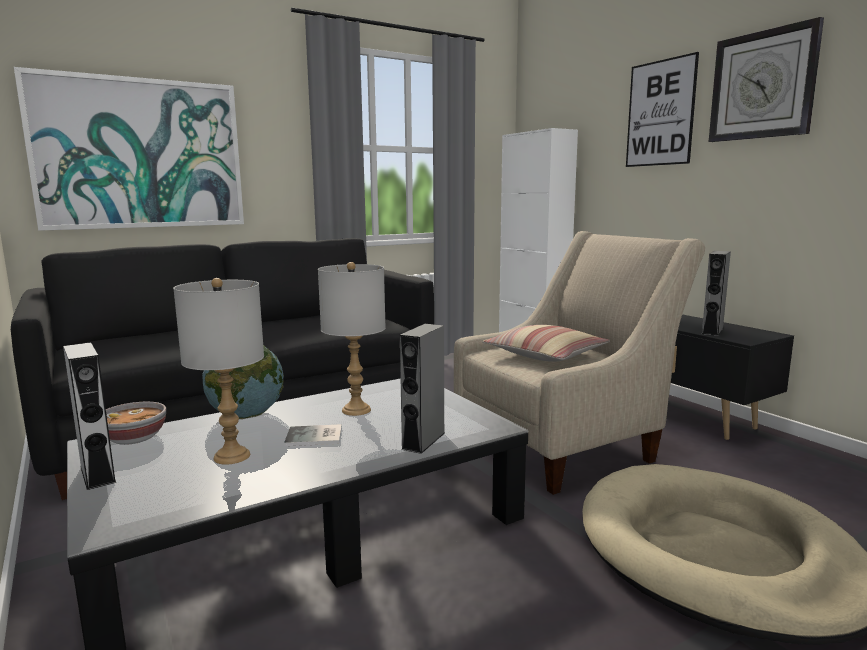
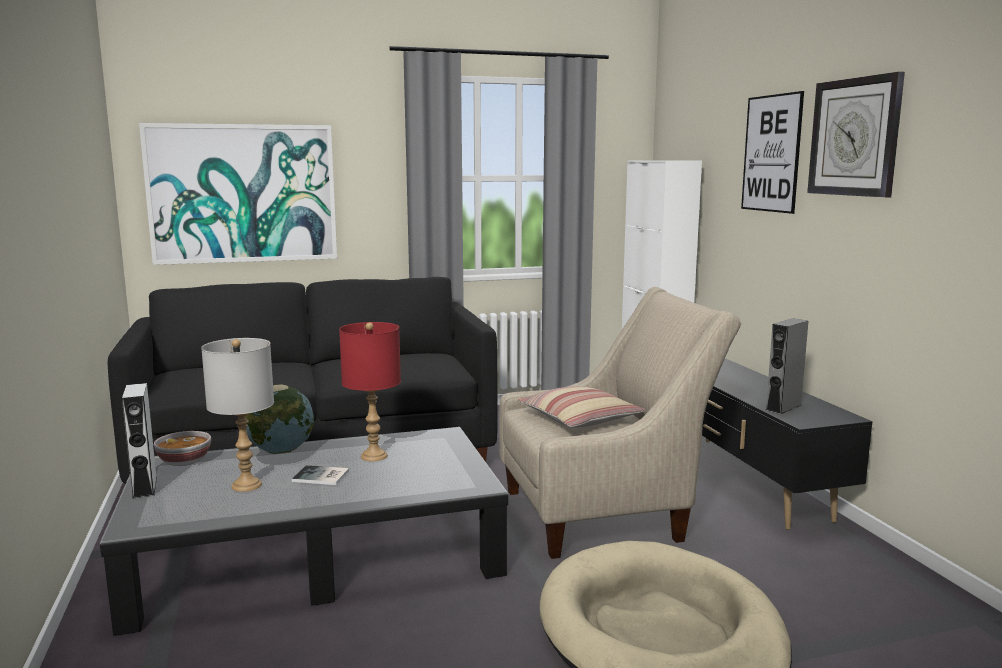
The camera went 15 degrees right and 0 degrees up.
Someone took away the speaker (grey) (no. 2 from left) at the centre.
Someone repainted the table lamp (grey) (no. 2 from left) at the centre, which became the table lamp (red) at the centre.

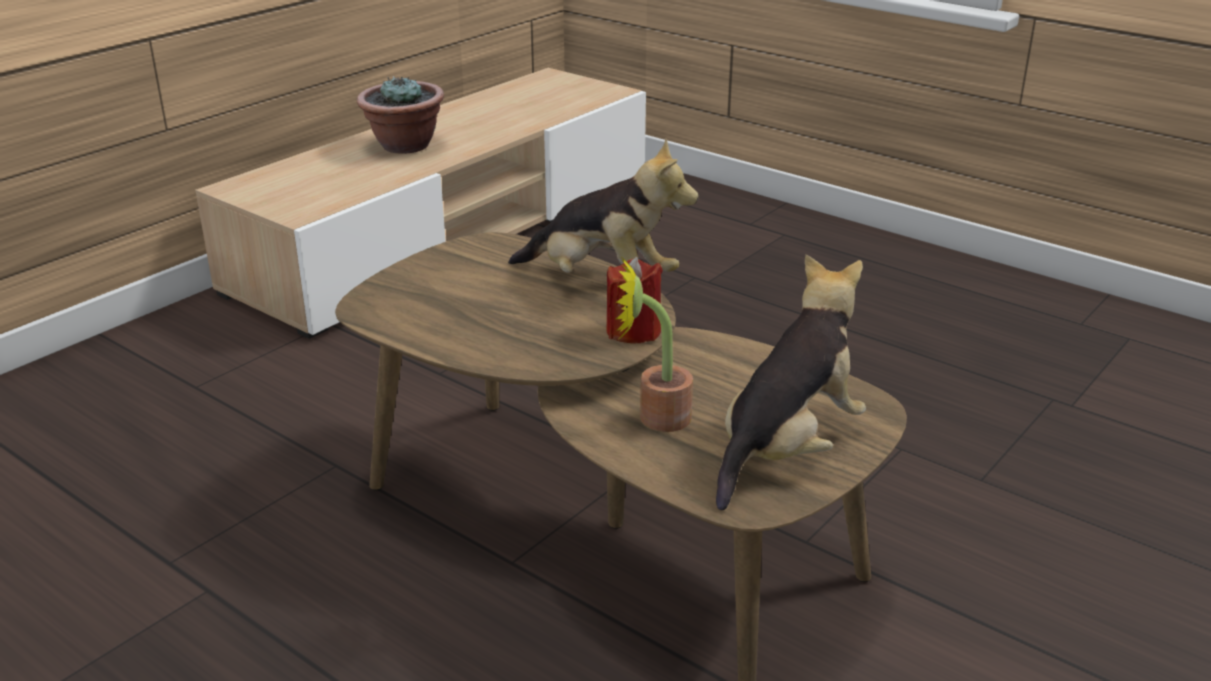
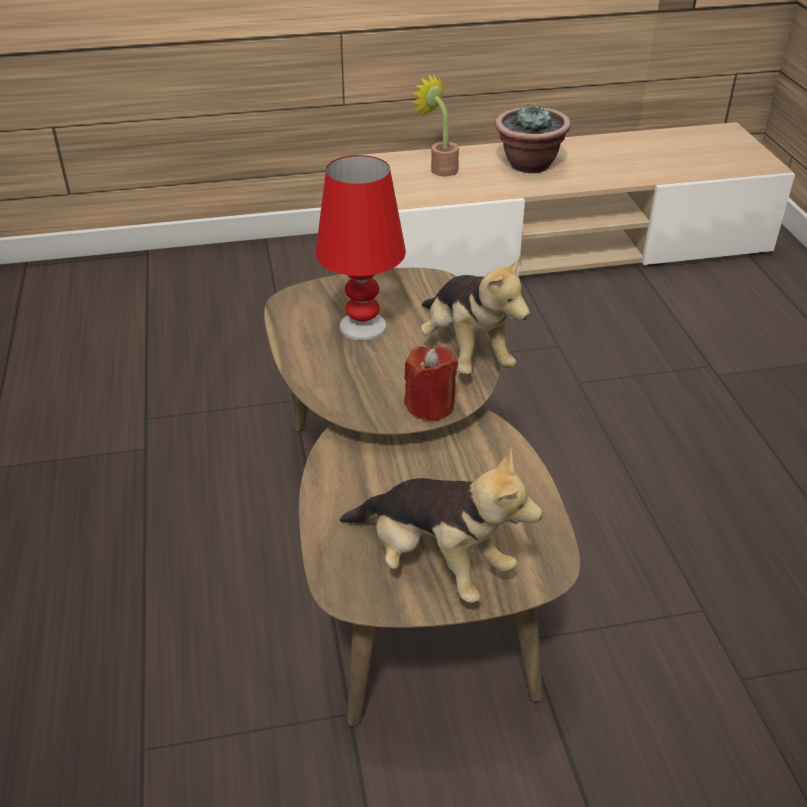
The camera went 40 degrees right and 10 degrees up.
Someone put down the table lamp (red) at the top centre.
Someone carried the potted plant (no. 2 from left in the first image) from the centre to the top centre.
Someone rotated the plush toy (no. 2 from left in the first image) at the centre by 45 degrees clockwise.

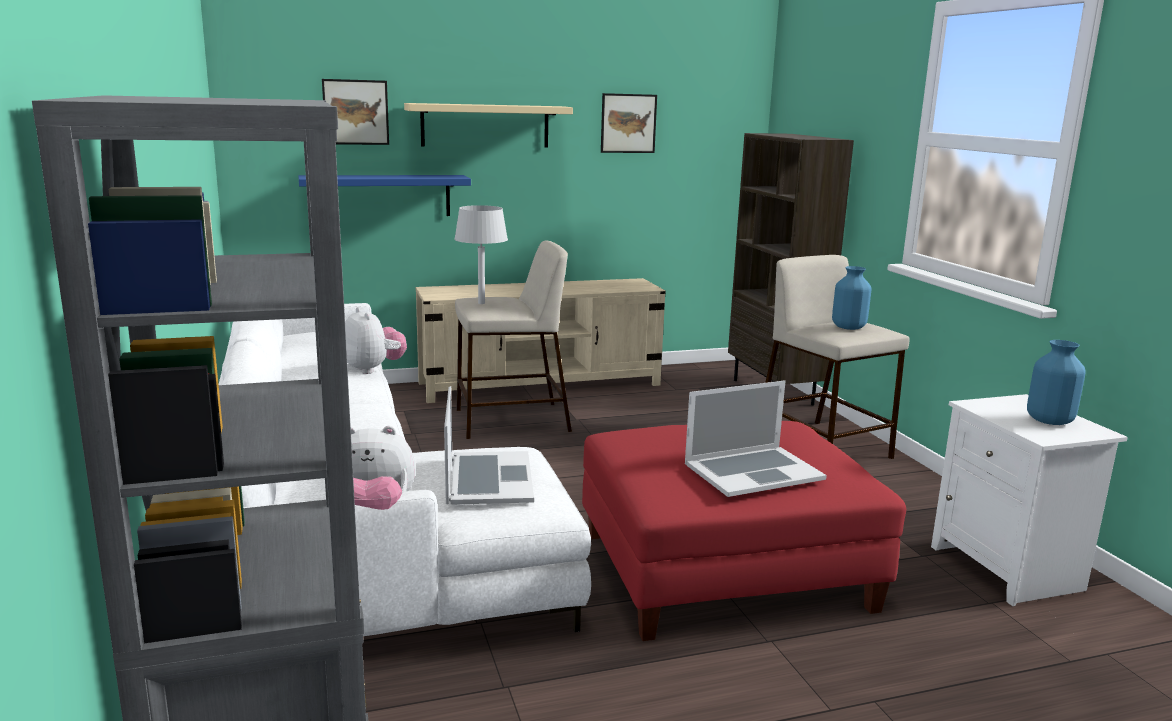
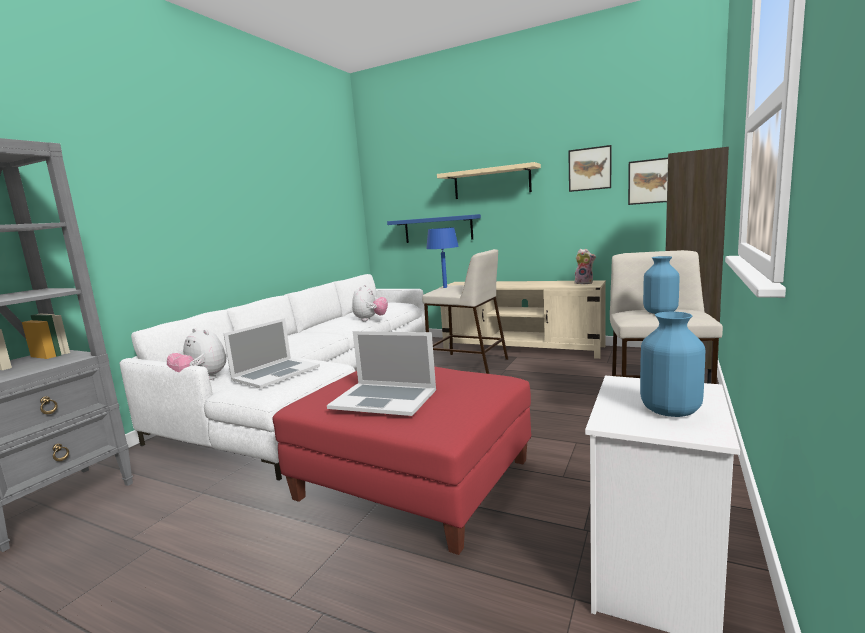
The camera went 45 degrees right and 5 degrees down.
Someone put down the plush toy (no. 3 from left) at the middle right.
Someone carried the picture (no. 1 from left in the first image) from the top left to the top right.
Someone repainted the table lamp (grey) at the centre, which became the table lamp (blue) at the centre.

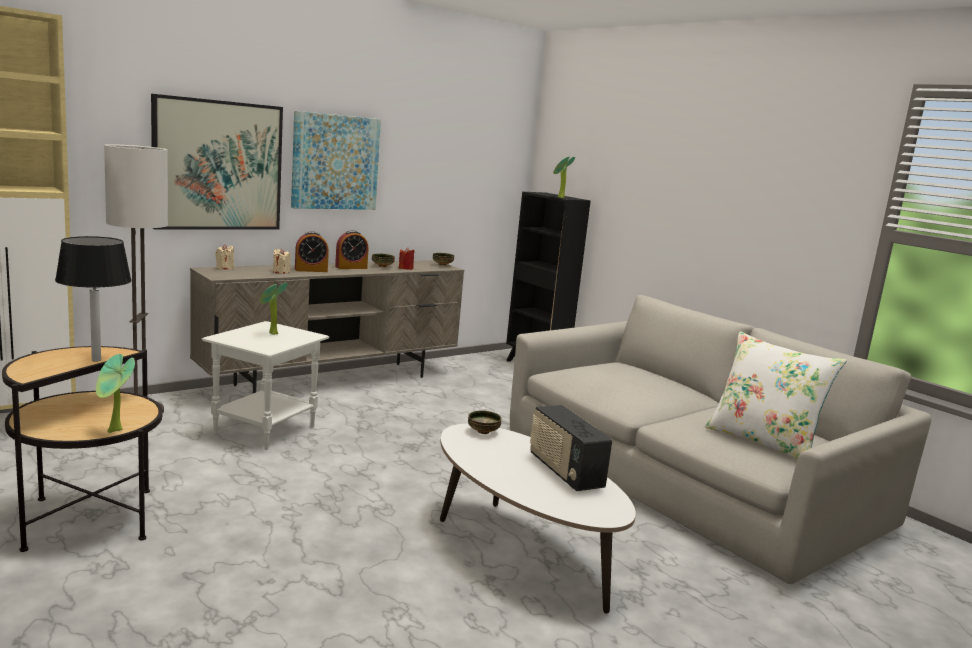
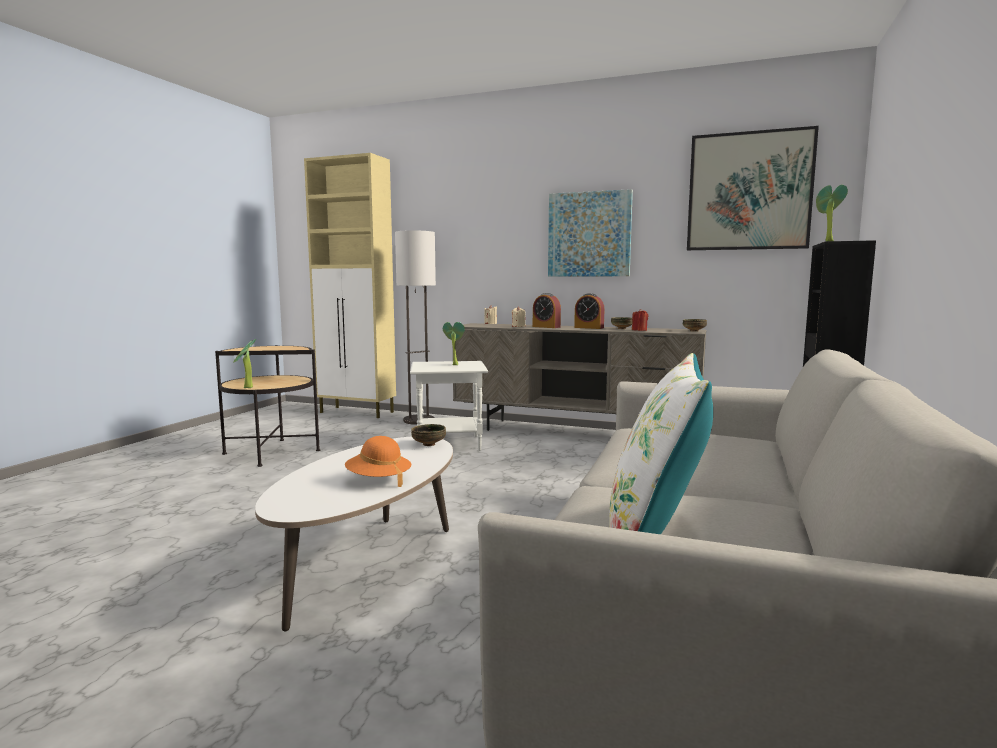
The camera went 60 degrees right and 5 degrees down.
Someone took away the table lamp (black) at the middle left.
Someone carried the picture (no. 1 from left in the first image) from the top left to the top right.
Someone swapped the radio at the bottom centre for the hat (orange) at the centre.

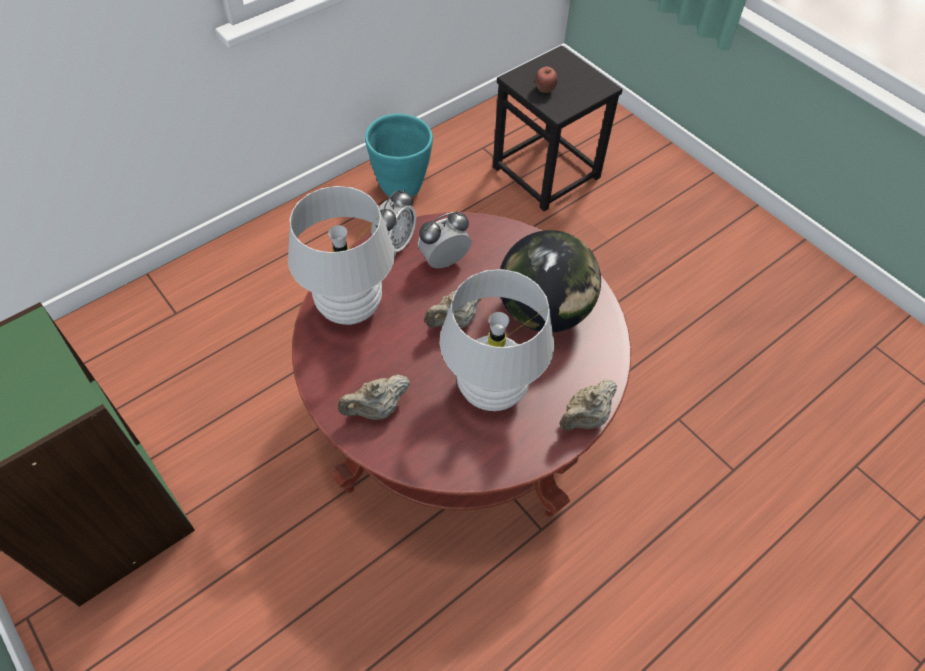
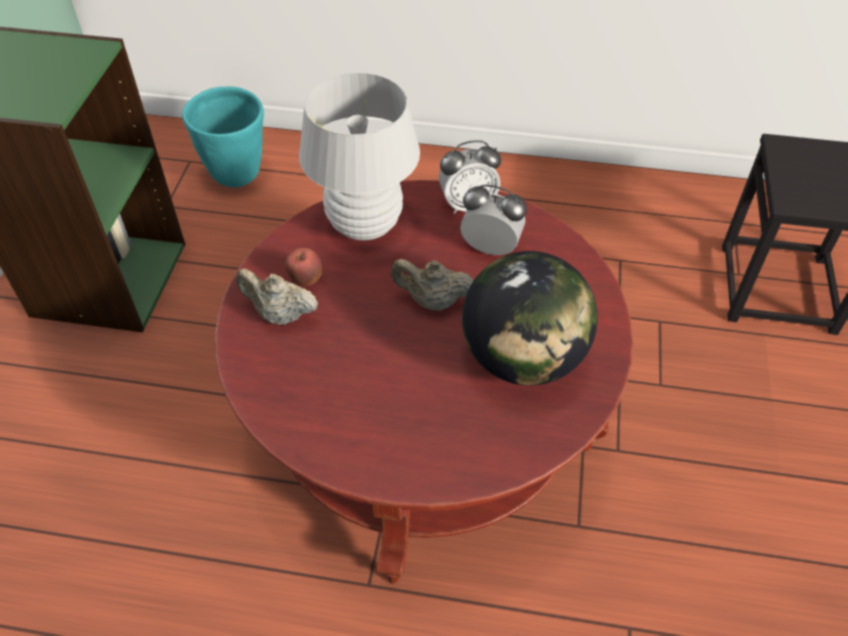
The camera went 50 degrees right and 5 degrees down.
Someone took away the table lamp (white) (no. 2 from left) at the centre.
Someone took away the teapot (beige) (no. 3 from left) at the centre.
Someone carried the planter (turquoise) from the top centre to the top left.
Someone carried the apple from the top centre to the centre.

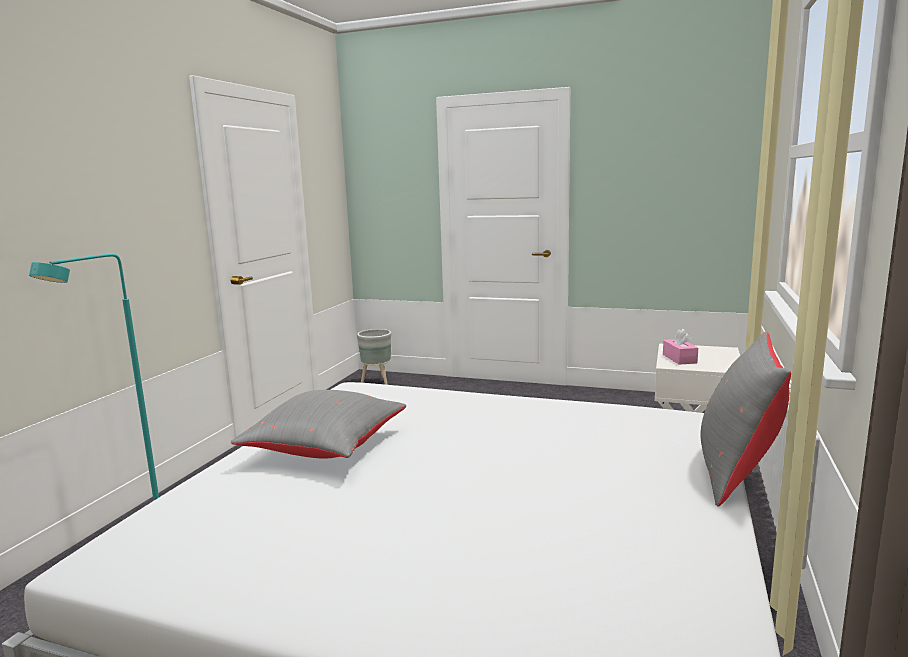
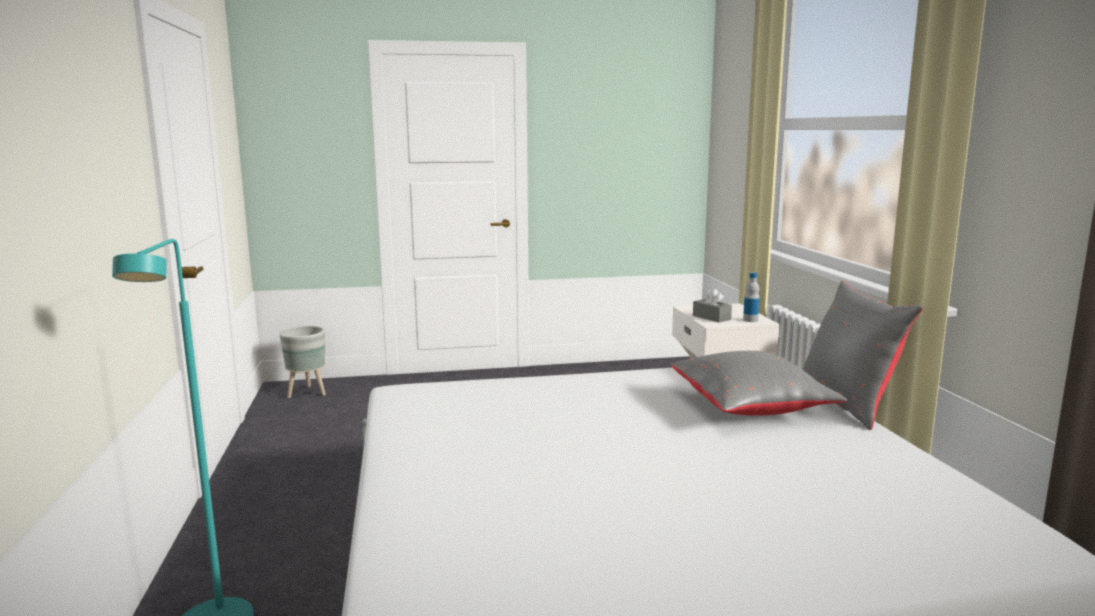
The camera went 30 degrees left and 0 degrees up.
Someone put down the bottle at the middle right.
Someone carried the pillow (grey) (no. 1 from left) from the centre to the middle right.
Someone repainted the tissue box (pink) at the middle right, which became the tissue box (grey) at the centre.

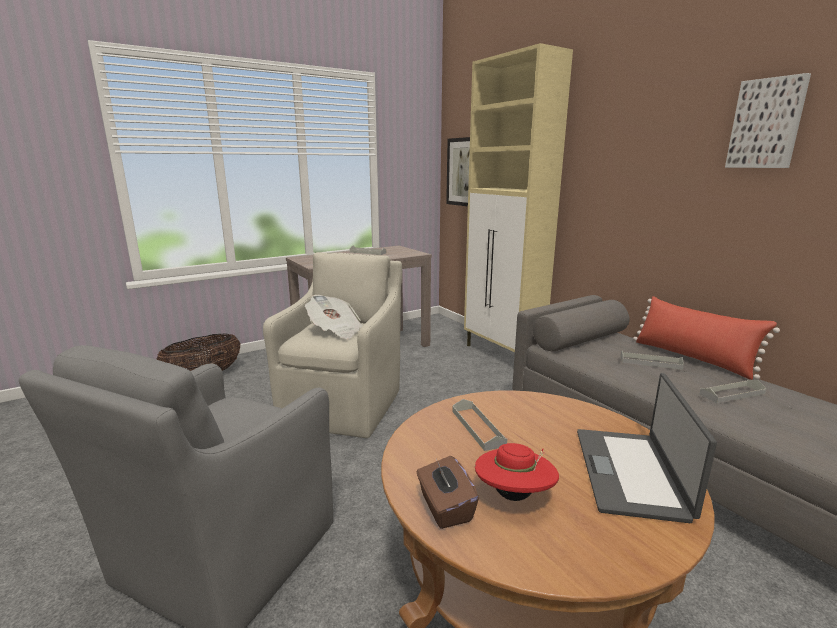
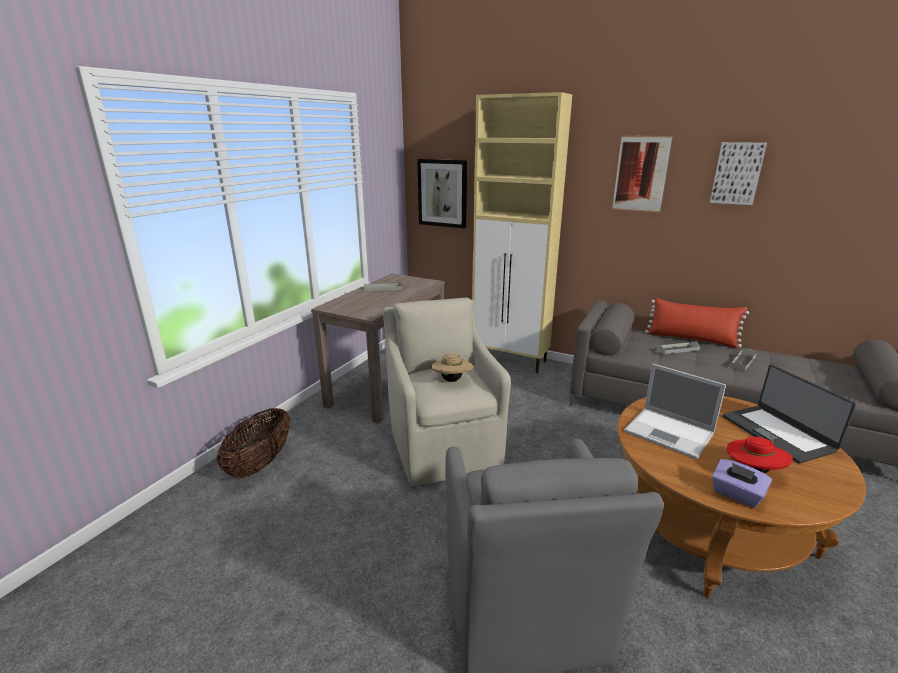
The camera went 30 degrees left and 5 degrees up.
Someone put up the picture (no. 2 from left) at the top right.
Someone swapped the newspaper at the centre for the hat (beige) at the centre.
Someone swapped the tray (grey) (no. 2 from left) at the bottom centre for the laptop (no. 1 from left) at the middle right.
Someone repainted the tissue box (brown) at the bottom centre, which became the tissue box (purple) at the bottom right.

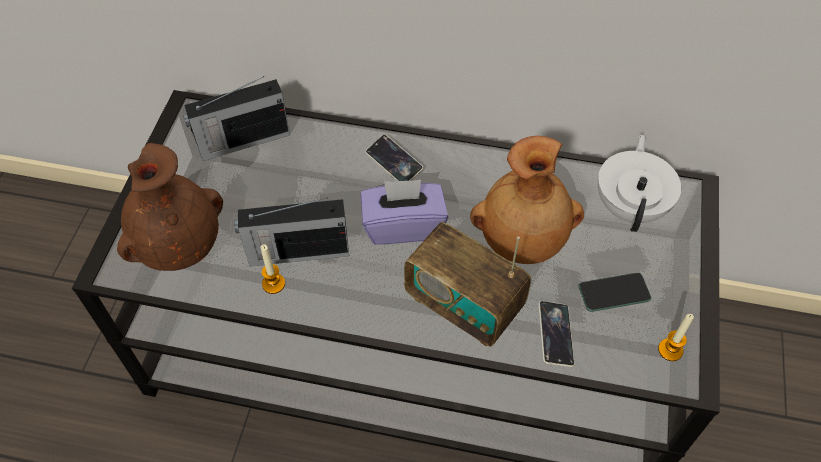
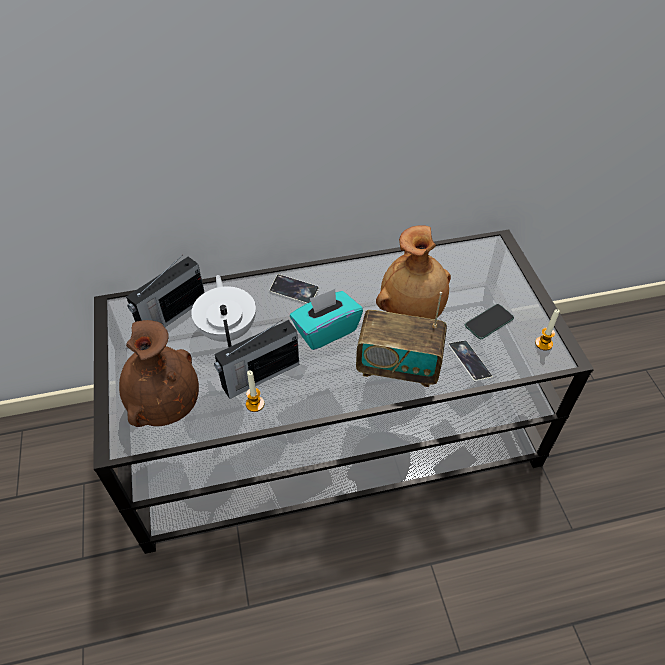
The camera went 25 degrees left and 5 degrees down.
Someone carried the teapot (white) from the middle right to the centre.
Someone repainted the tissue box (purple) at the centre, which became the tissue box (turquoise) at the centre.

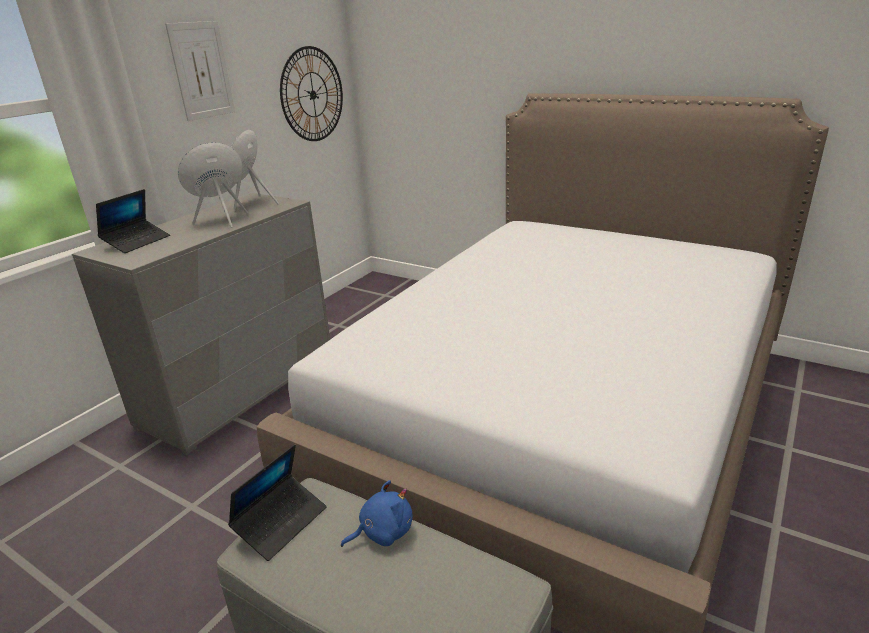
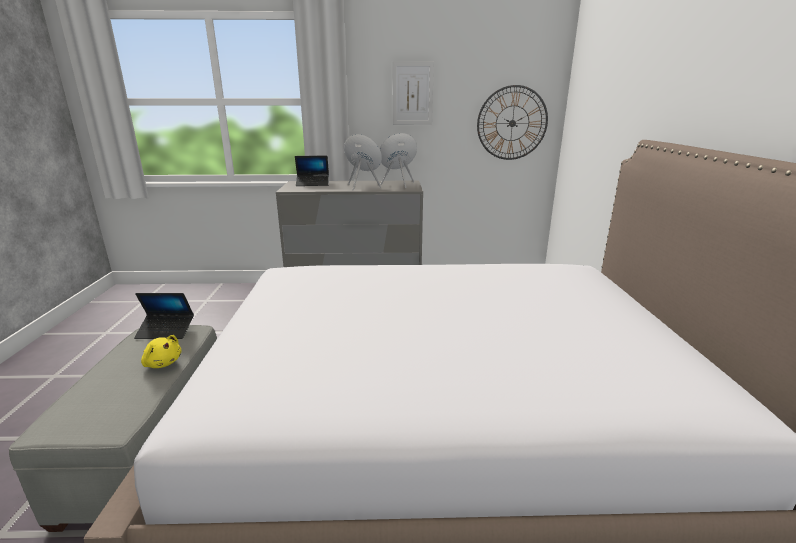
The camera went 55 degrees right and 5 degrees down.
Someone repainted the plush toy (blue) at the bottom centre, which became the plush toy (yellow) at the middle left.

